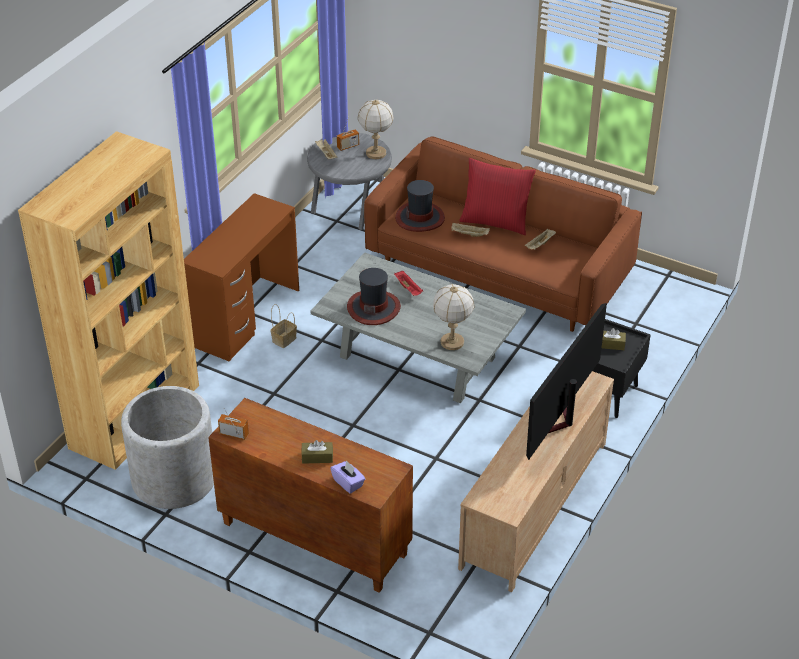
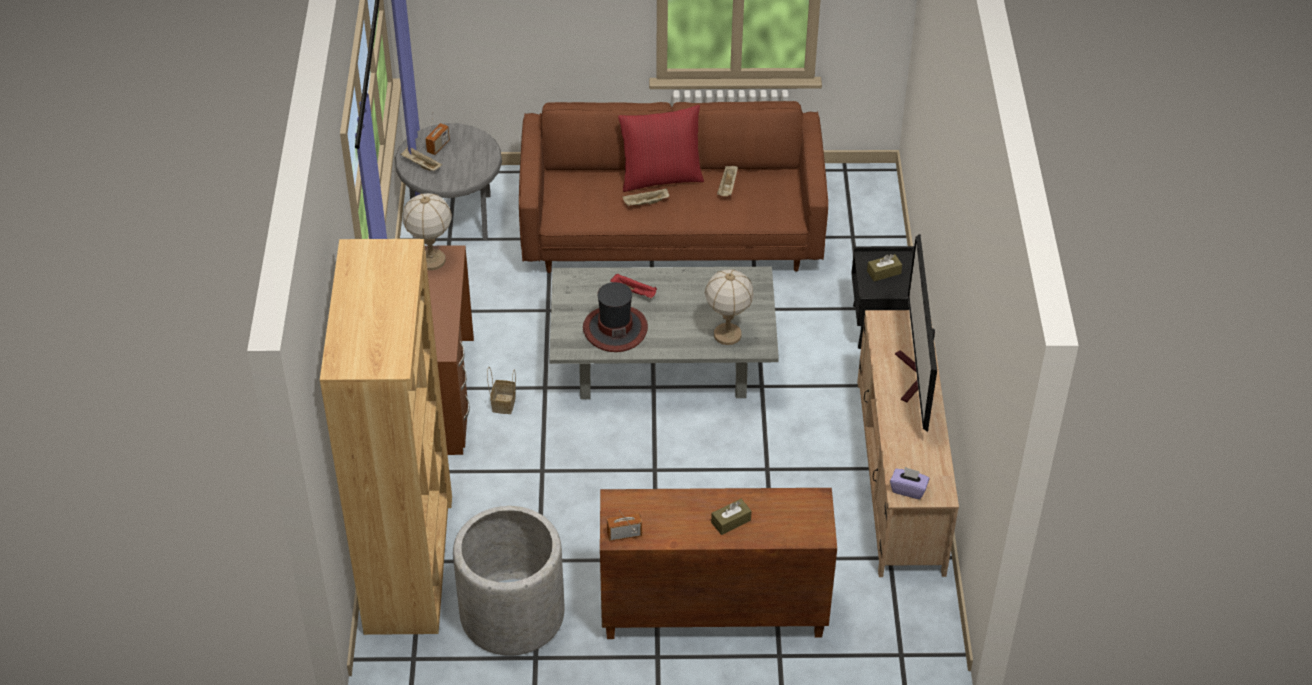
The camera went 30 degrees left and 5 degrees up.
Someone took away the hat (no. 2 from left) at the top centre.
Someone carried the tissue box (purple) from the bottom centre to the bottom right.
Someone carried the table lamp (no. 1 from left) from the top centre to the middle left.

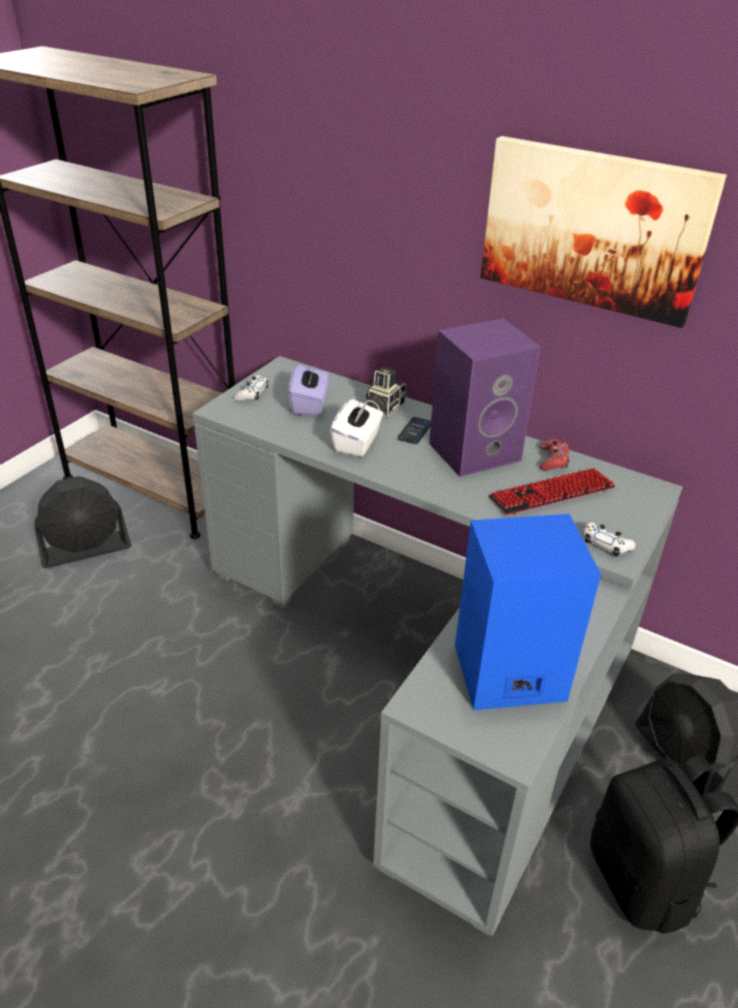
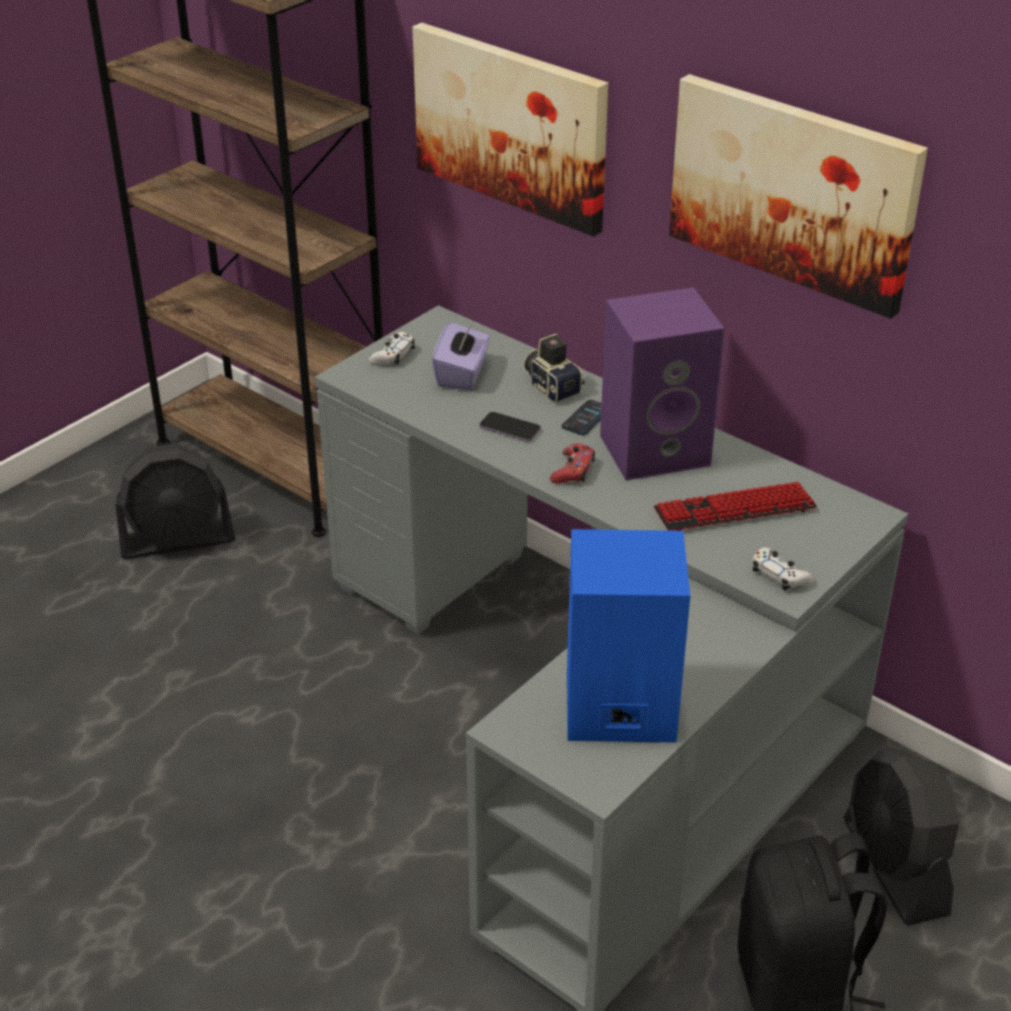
The camera went 10 degrees right and 0 degrees up.
Someone put up the picture (no. 1 from left) at the top centre.
Someone carried the game controller (red) from the middle right to the centre.
Someone swapped the tissue box (white) at the centre for the phone (no. 1 from left) at the centre.
Someone rotated the photo camera at the centre by 105 degrees clockwise.

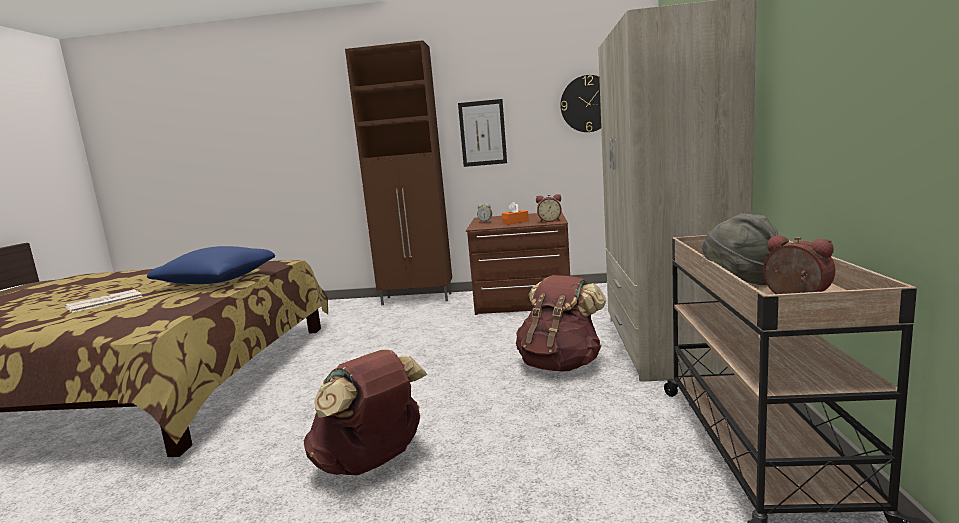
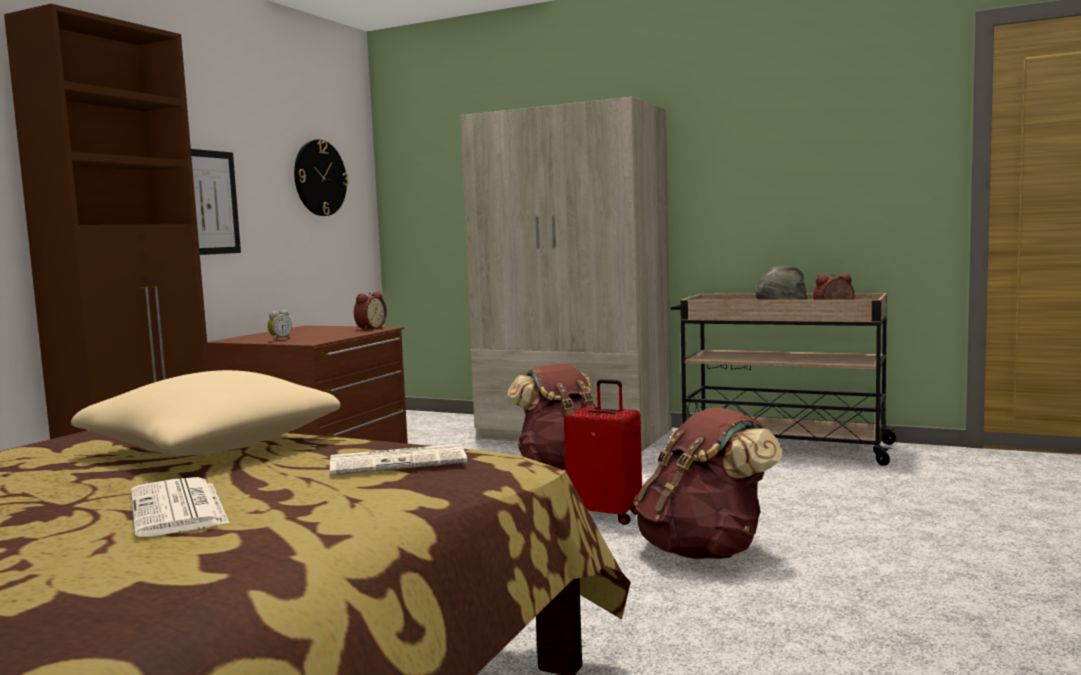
The camera went 70 degrees left and 5 degrees down.
Someone took away the tissue box (orange) at the centre.
Someone put down the newspaper (no. 2 from left) at the bottom centre.
Someone put down the suitcase (red) at the bottom centre.
Someone repainted the pillow (blue) at the middle left, which became the pillow (beige) at the middle left.

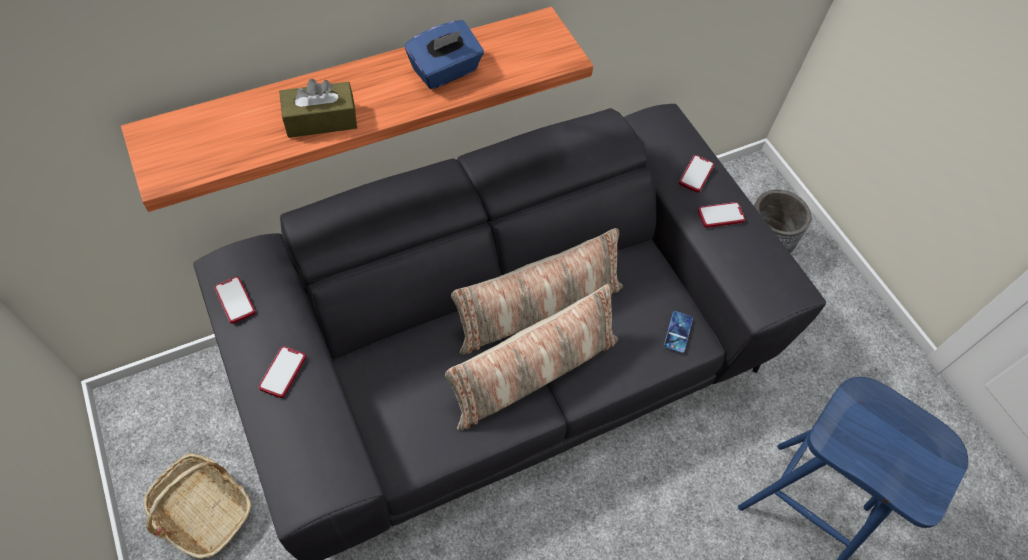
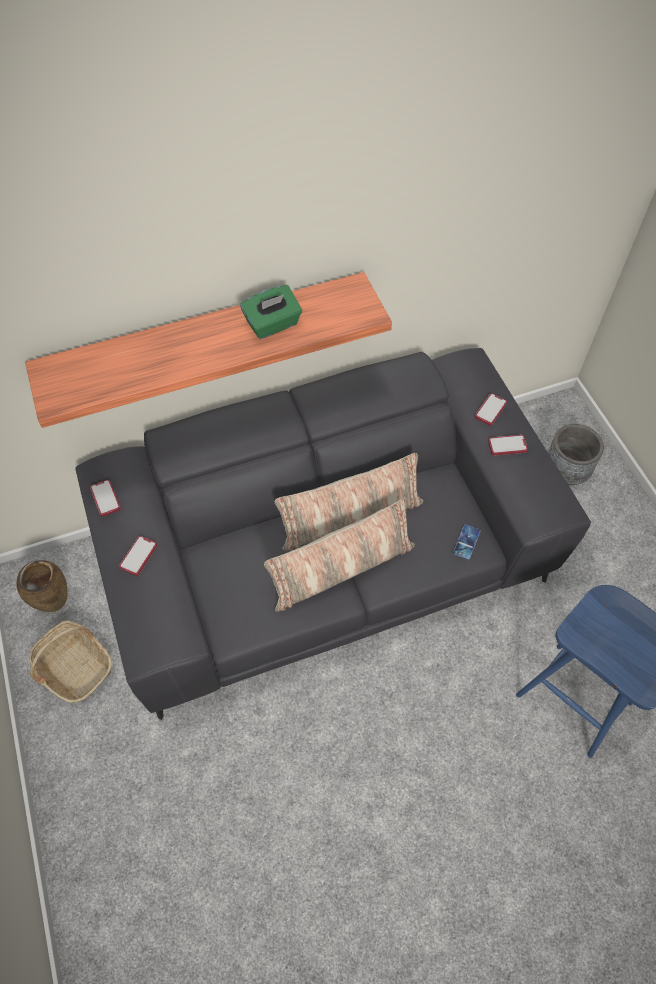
The camera went 10 degrees right and 0 degrees up.
Someone took away the tissue box (brown) at the top left.
Someone put down the vase (brown) at the middle left.
Someone repainted the tissue box (blue) at the top centre, which became the tissue box (green) at the top centre.

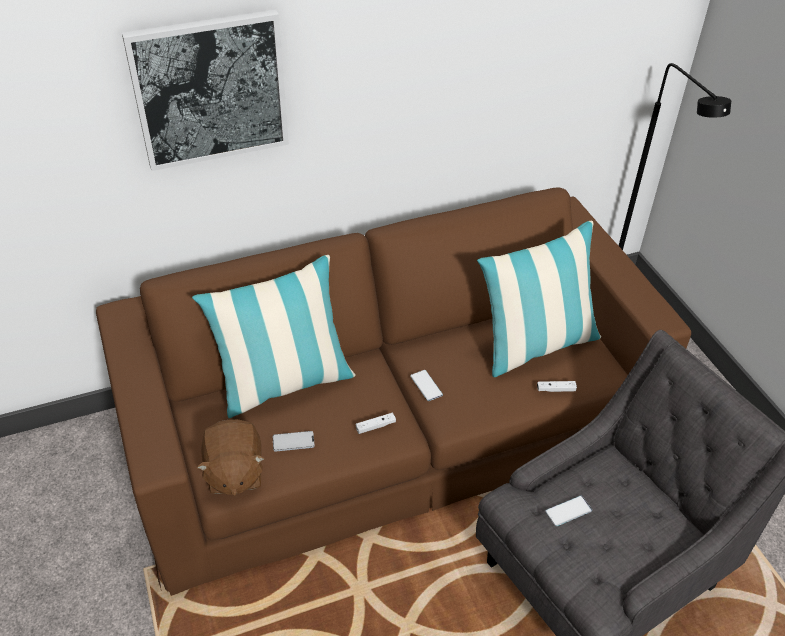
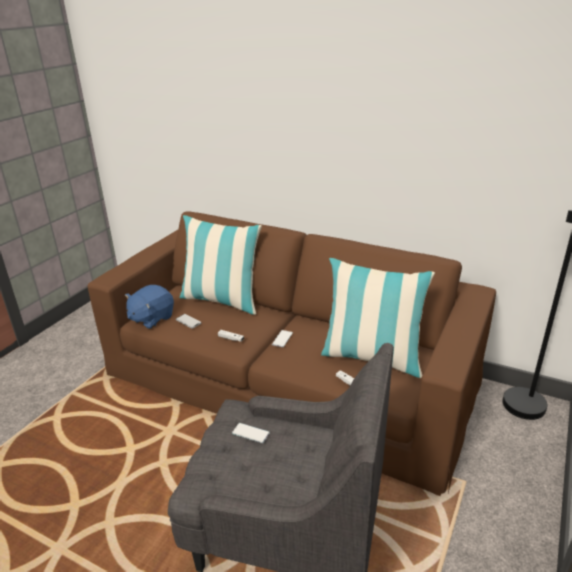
The camera went 50 degrees right and 15 degrees down.
Someone took away the picture at the top left.
Someone repainted the plush toy (brown) at the bottom left, which became the plush toy (blue) at the middle left.

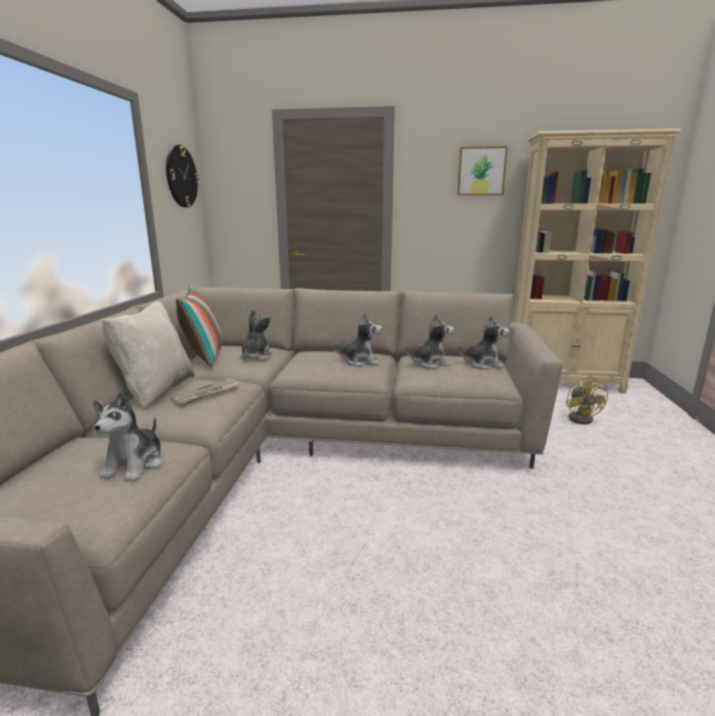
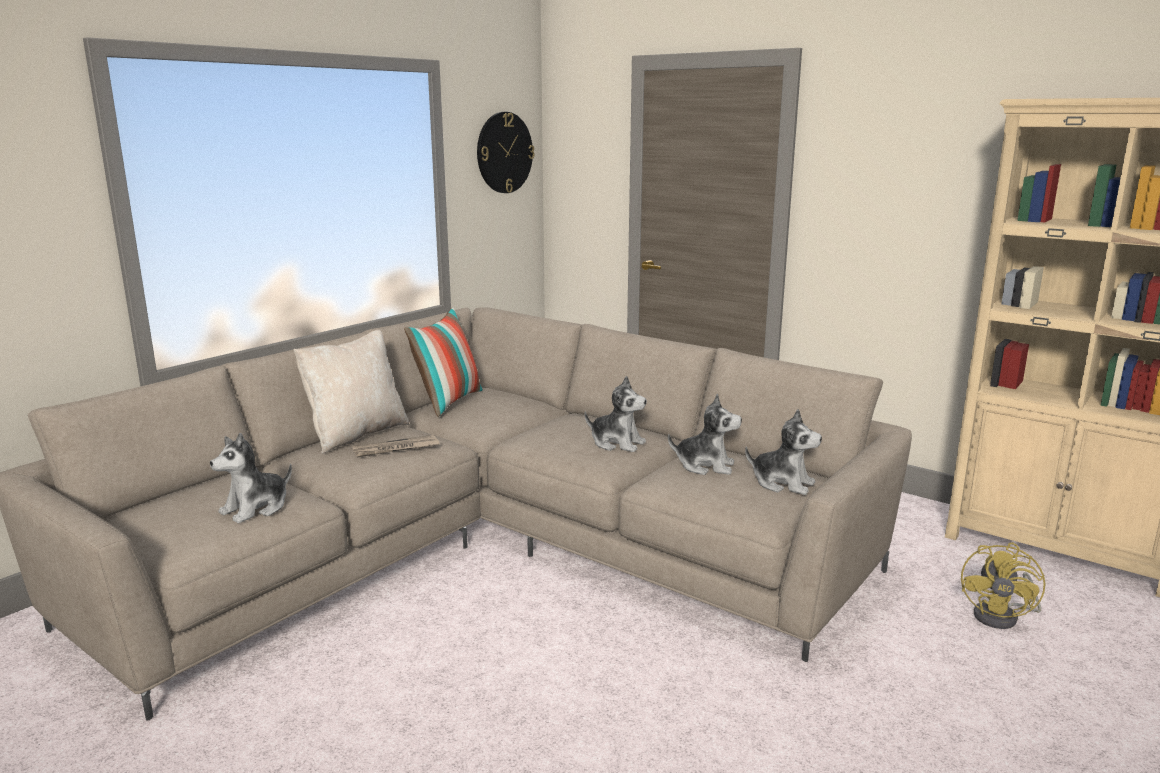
The camera went 30 degrees right and 0 degrees up.
Someone took away the plush toy (no. 2 from left) at the centre.
Someone took away the picture at the top right.

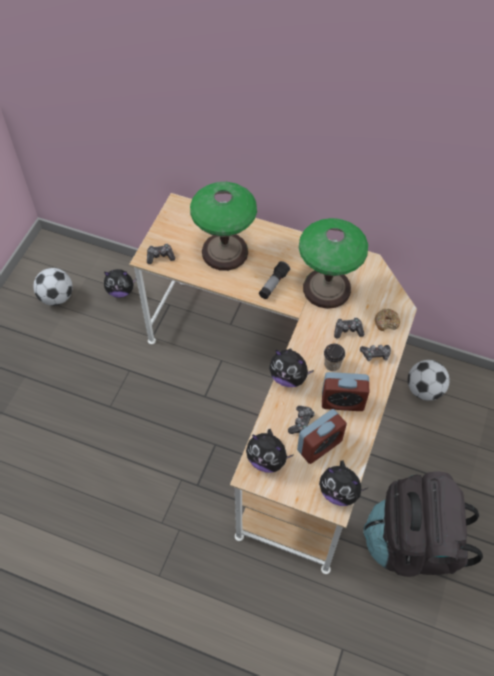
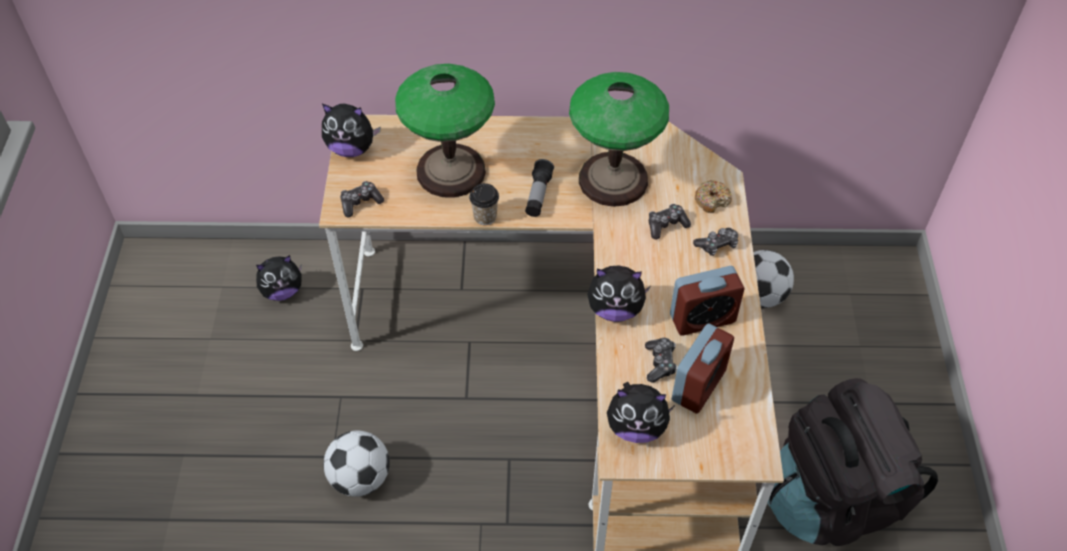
The camera went 20 degrees left and 5 degrees down.
Someone carried the football (no. 1 from left) from the middle left to the bottom centre.
Someone carried the plush toy (no. 4 from left in the first image) from the bottom right to the top left.
Someone carried the cup from the middle right to the centre.

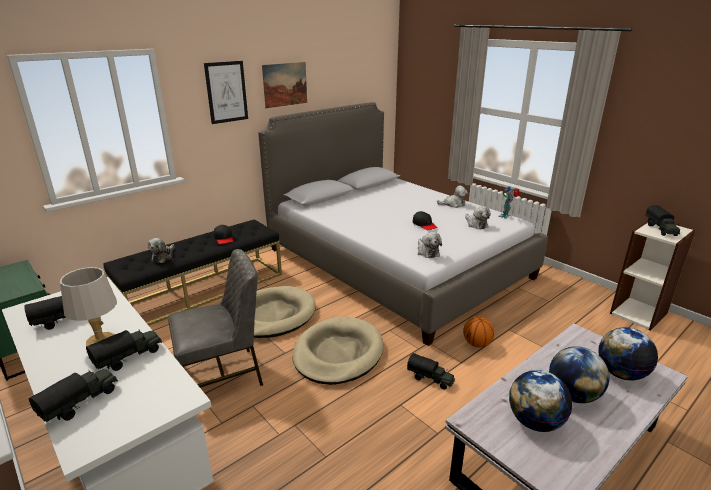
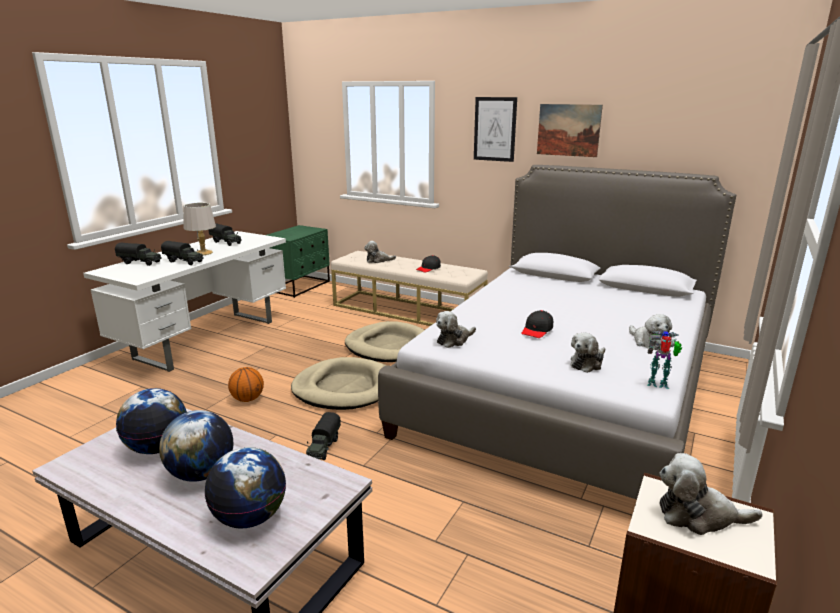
The camera went 70 degrees right and 5 degrees down.
Someone took away the chair (grey) at the middle left.
Someone carried the basketball from the bottom right to the middle left.
Someone swapped the toy truck (no. 5 from left) at the middle right for the plush toy (no. 5 from left) at the bottom right.
Someone repainted the bench (black) at the middle left, which became the bench (beige) at the centre.

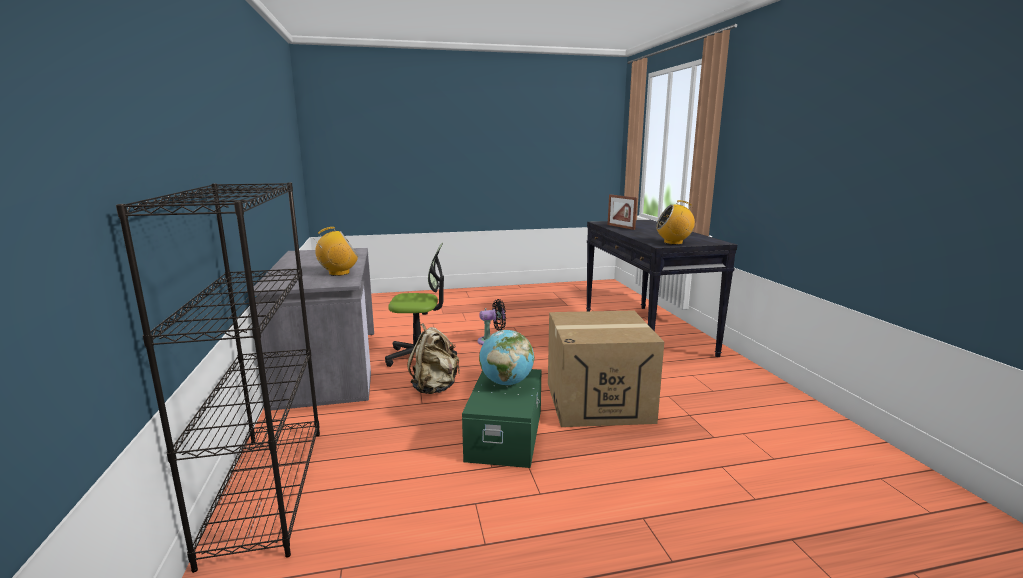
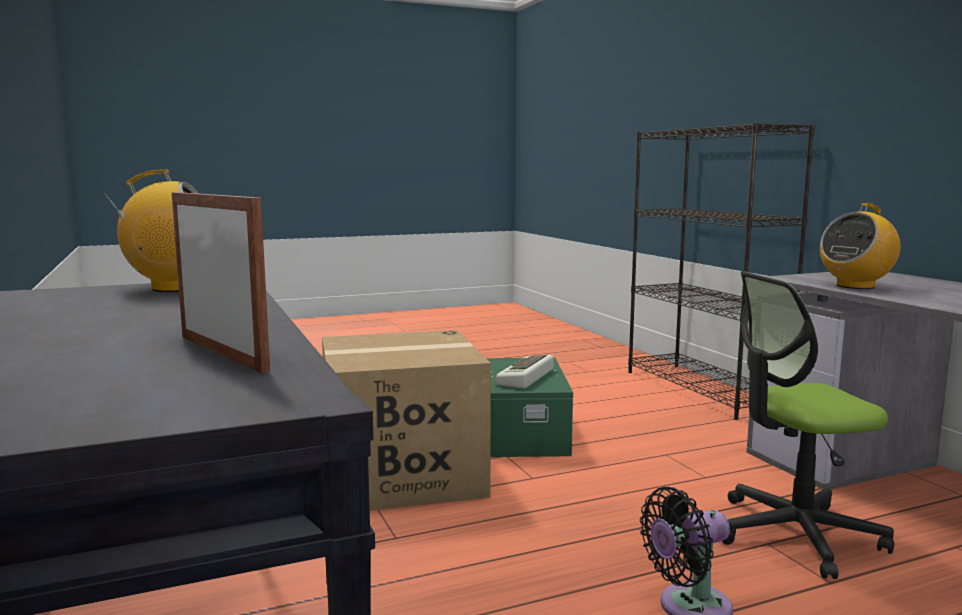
The camera went 170 degrees right and 5 degrees down.
Someone took away the backpack (beige) at the centre.
Someone swapped the globe at the centre for the keyboard at the centre.

